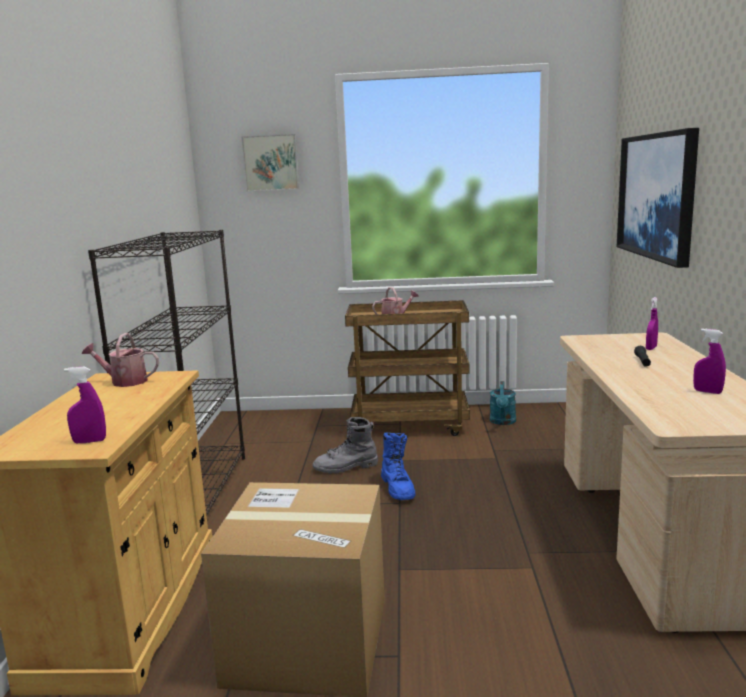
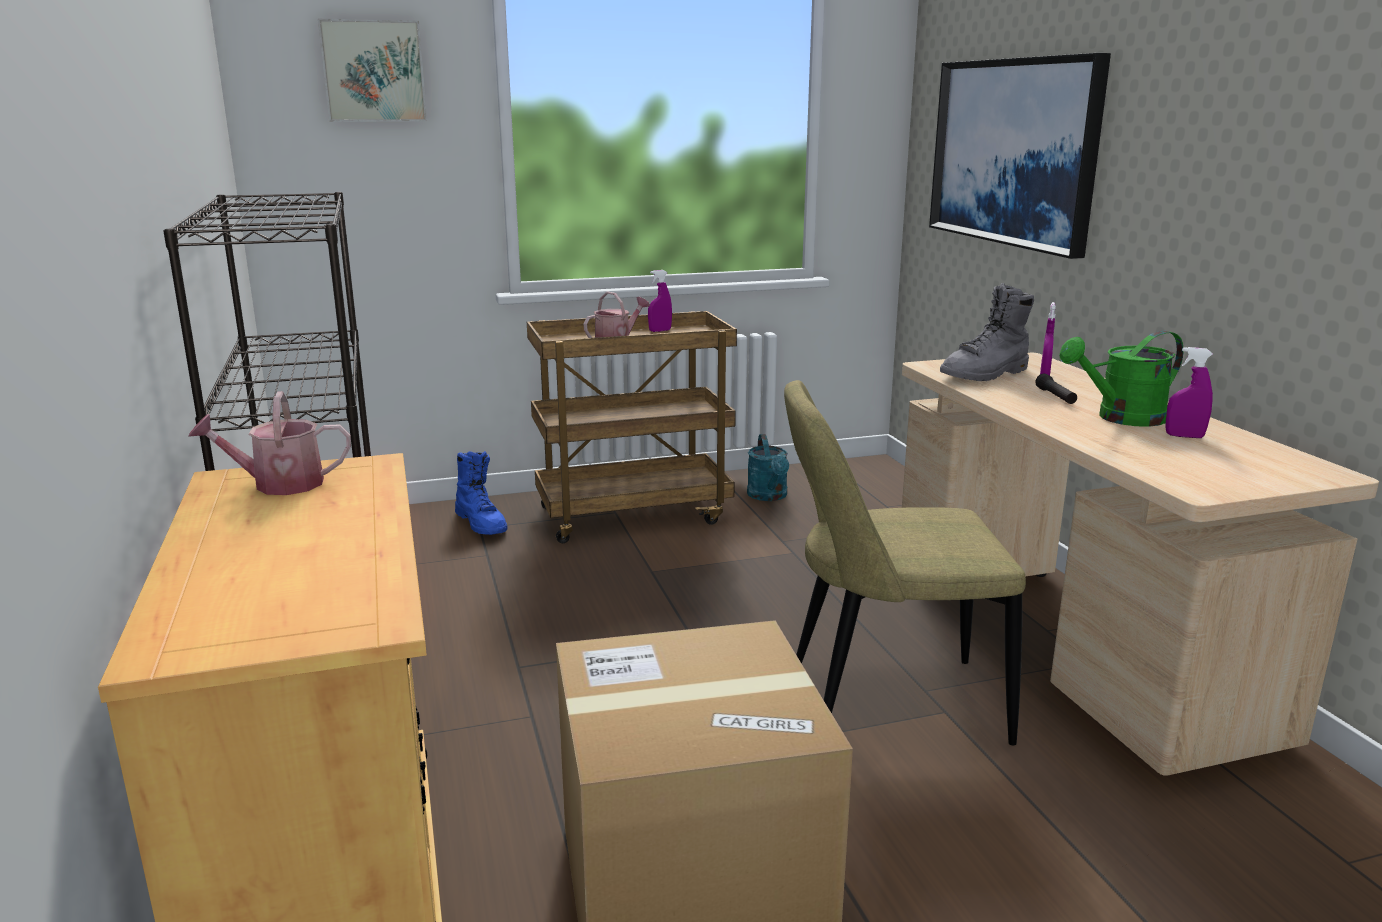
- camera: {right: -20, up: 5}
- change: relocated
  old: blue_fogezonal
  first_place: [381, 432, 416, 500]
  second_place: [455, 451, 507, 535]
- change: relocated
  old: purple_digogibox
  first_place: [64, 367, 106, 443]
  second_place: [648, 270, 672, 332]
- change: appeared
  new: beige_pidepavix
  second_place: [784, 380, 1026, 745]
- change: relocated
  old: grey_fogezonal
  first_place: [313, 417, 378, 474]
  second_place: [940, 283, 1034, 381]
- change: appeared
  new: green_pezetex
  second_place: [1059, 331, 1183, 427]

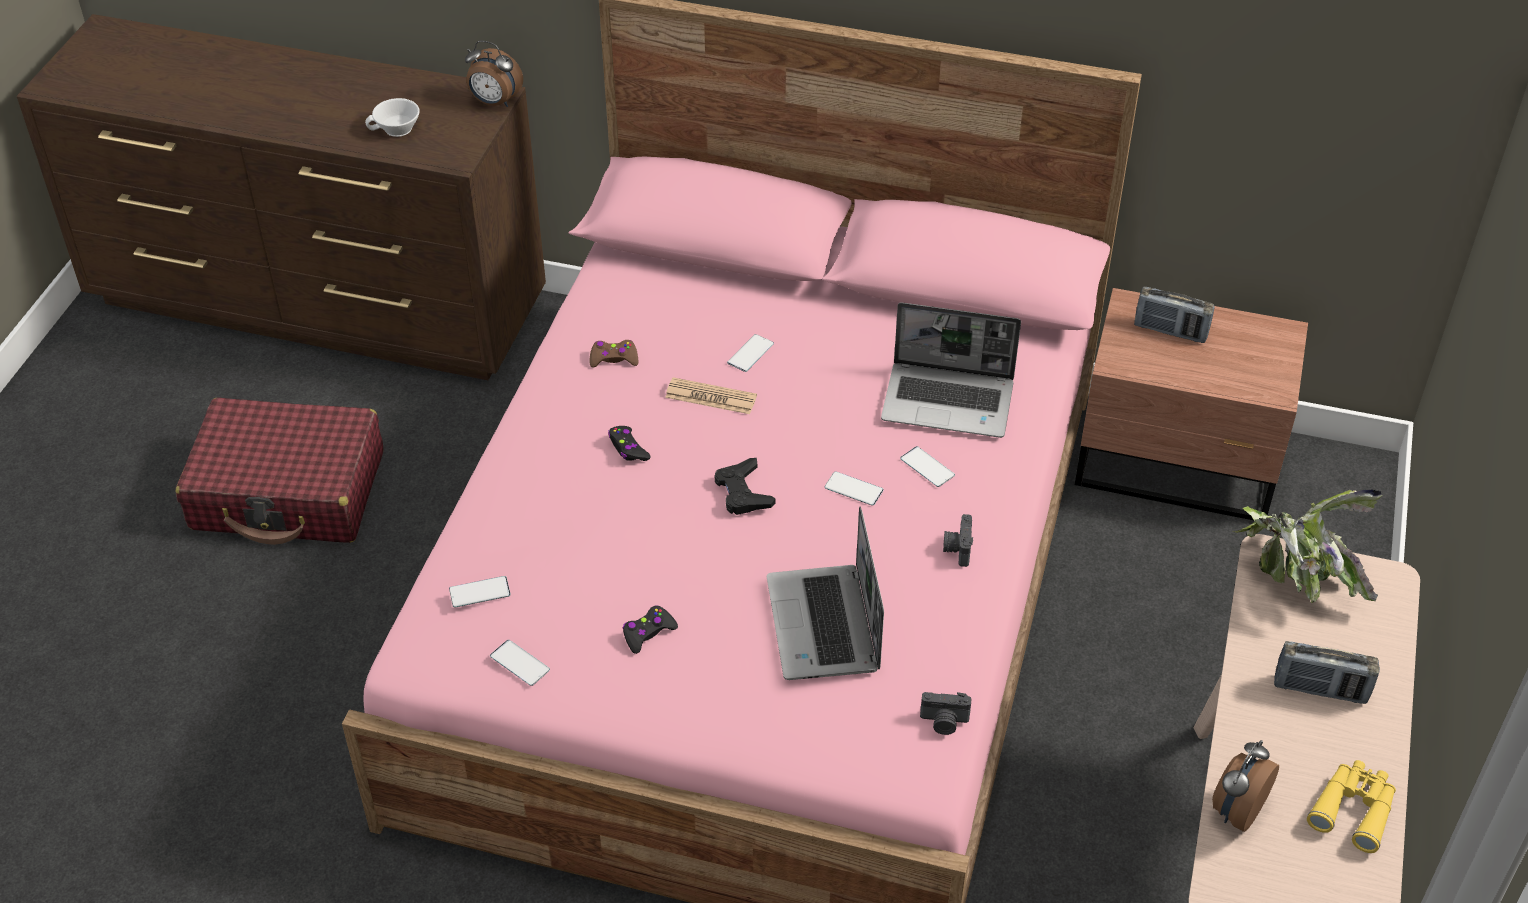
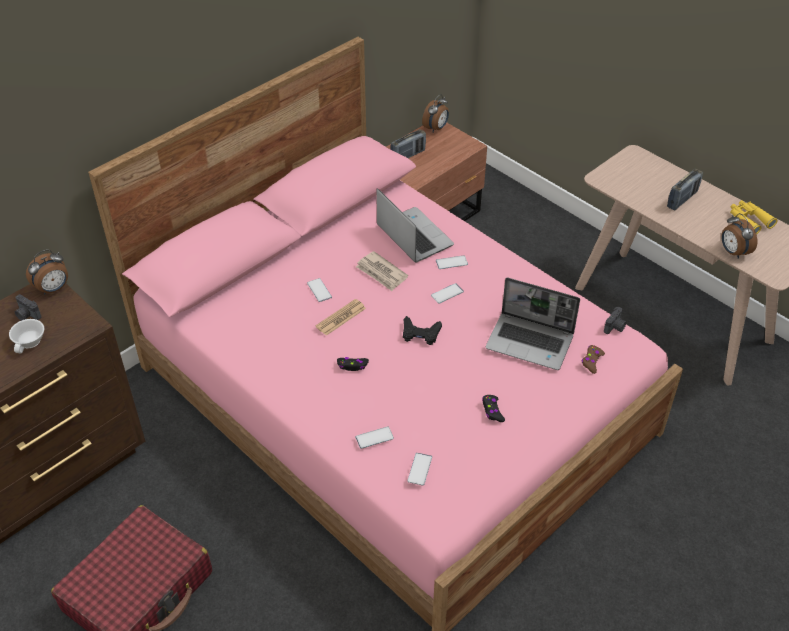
- camera: {right: -60, up: 0}
- change: relocated
  old: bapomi
  first_place: [943, 514, 973, 567]
  second_place: [15, 294, 41, 321]
- change: relocated
  old: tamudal
  first_place: [490, 640, 550, 686]
  second_place: [355, 426, 394, 449]
- change: appeared
  new: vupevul
  second_place: [356, 251, 408, 291]
- change: spun
  old: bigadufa
  first_place: [881, 303, 1021, 438]
  second_place: [376, 188, 454, 262]
  degrees: -75
- change: appeared
  new: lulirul
  second_place: [422, 94, 449, 133]
- change: relocated
  old: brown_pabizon
  first_place: [589, 340, 638, 368]
  second_place: [582, 345, 605, 374]
- change: missing
  old: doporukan
  first_place: [1232, 489, 1383, 603]

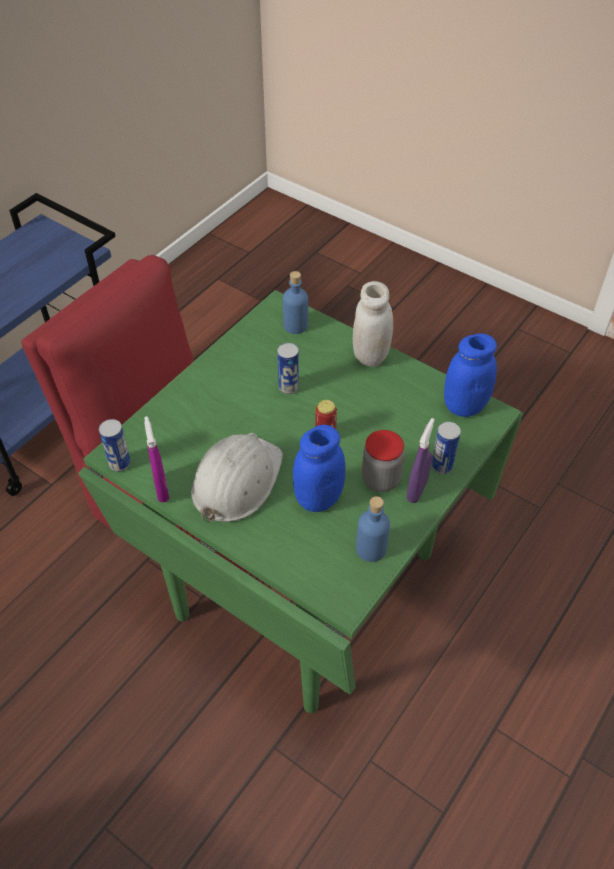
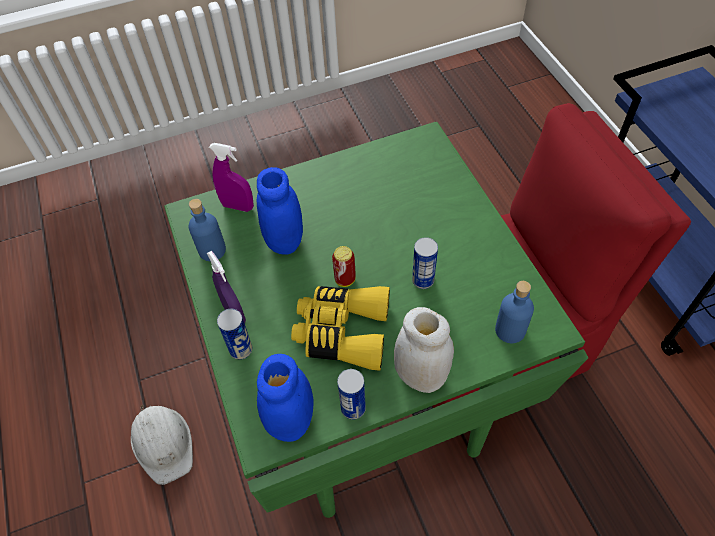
- camera: {right: 125, up: 5}
- change: relocated
  old: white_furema
  first_place: [191, 433, 283, 522]
  second_place: [131, 405, 193, 485]
- change: relocated
  old: purple_digogibox
  first_place: [144, 416, 170, 502]
  second_place: [209, 143, 254, 212]
- change: appeared
  new: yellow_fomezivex
  second_place: [291, 286, 390, 371]
- change: relocated
  old: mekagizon
  first_place: [99, 419, 131, 472]
  second_place: [337, 369, 366, 420]
- change: missing
  old: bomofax
  first_place: [362, 430, 405, 492]

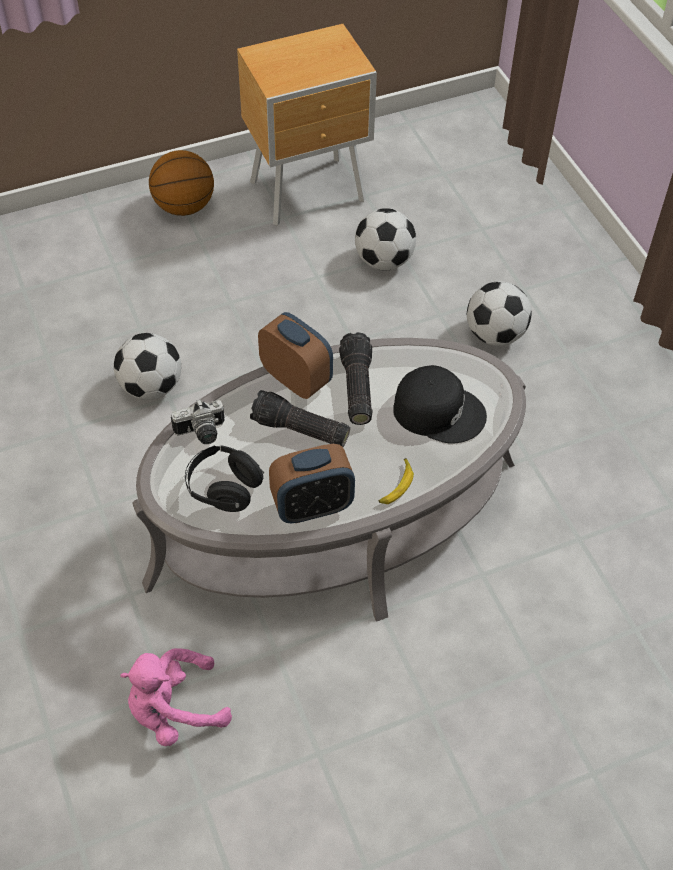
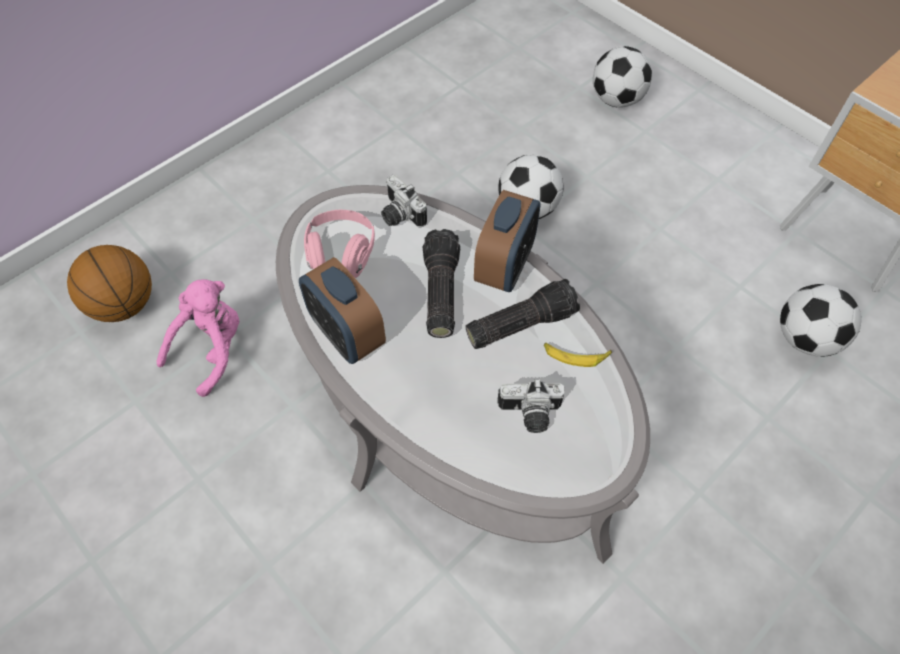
- camera: {right: 70, up: 5}
- change: relocated
  old: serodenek
  first_place: [149, 150, 214, 216]
  second_place: [67, 245, 152, 322]
- change: spun
  old: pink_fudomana
  first_place: [120, 648, 232, 746]
  second_place: [156, 279, 239, 397]
  degrees: 75
- change: colour
  old: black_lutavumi
  new: pink_lutavumi
  first_place: [185, 445, 264, 512]
  second_place: [304, 210, 375, 278]
- change: exchanged
  old: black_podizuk
  new: bapomi
  first_place: [393, 365, 487, 444]
  second_place: [497, 379, 565, 433]
- change: relocated
  old: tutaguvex
  first_place: [378, 458, 414, 504]
  second_place: [544, 343, 612, 367]
- change: relocated
  old: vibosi
  first_place: [467, 281, 532, 346]
  second_place: [593, 46, 652, 108]

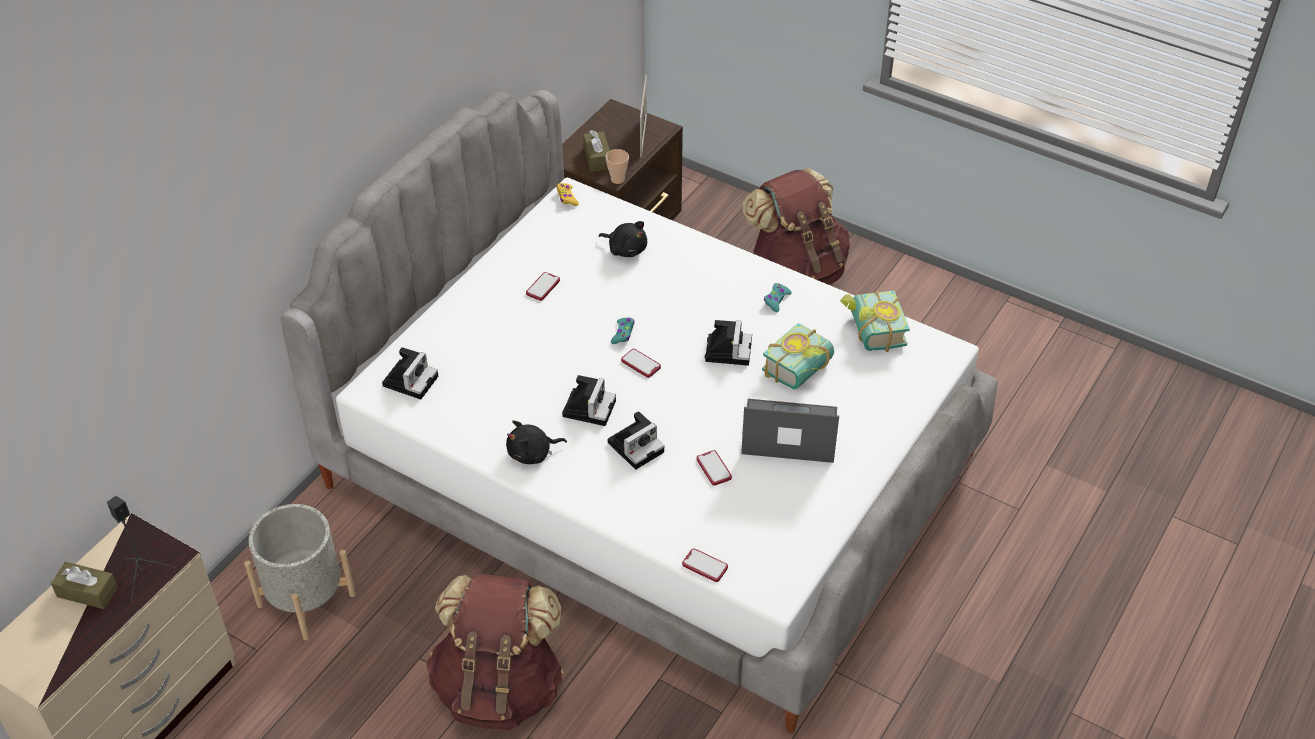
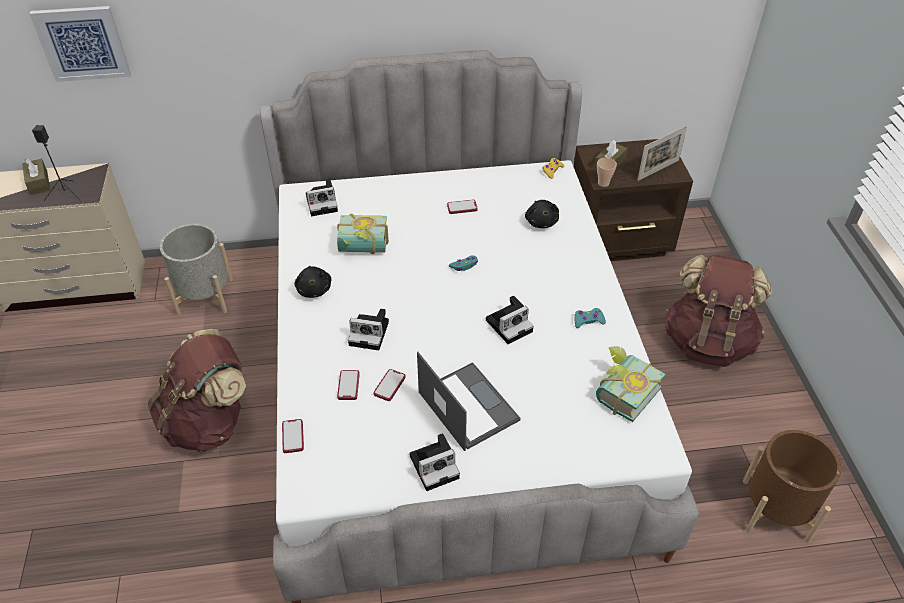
- camera: {right: 50, up: 0}
- change: appeared
  new: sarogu
  second_place: [29, 6, 131, 82]
- change: spun
  old: black_fudomana
  first_place: [506, 420, 567, 464]
  second_place: [294, 266, 331, 298]
  degrees: -135
- change: relocated
  old: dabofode
  first_place: [762, 323, 834, 390]
  second_place: [337, 213, 389, 254]
- change: relocated
  old: tamudal
  first_place: [621, 349, 661, 378]
  second_place: [337, 370, 360, 400]
- change: relocated
  old: bapomi
  first_place: [562, 375, 616, 426]
  second_place: [409, 433, 460, 491]
- change: appeared
  new: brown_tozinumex
  second_place: [743, 430, 841, 543]

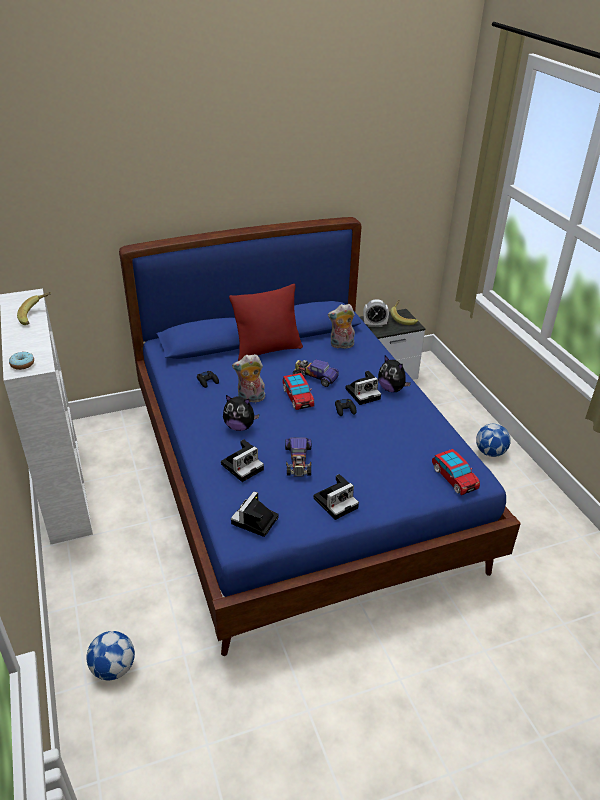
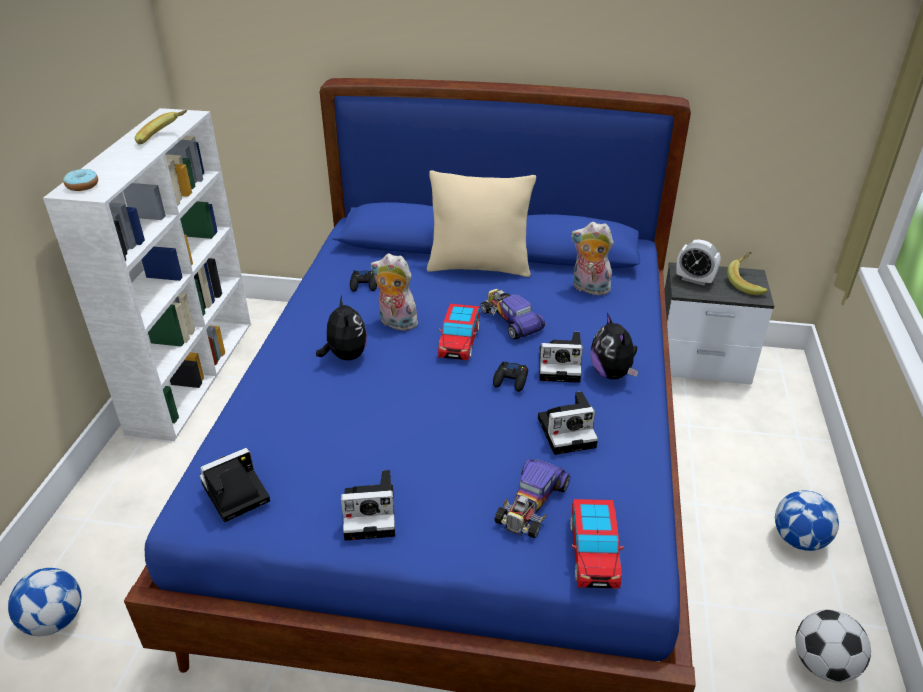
- camera: {right: 30, up: 0}
- change: spun
  old: fudomana
  first_place: [223, 395, 259, 431]
  second_place: [316, 295, 367, 360]
  degrees: -150
- change: colour
  old: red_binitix
  new: beige_binitix
  first_place: [229, 284, 303, 361]
  second_place: [427, 170, 536, 277]
- change: relocated
  old: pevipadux
  first_place: [285, 438, 311, 477]
  second_place: [494, 459, 570, 538]
- change: relocated
  old: bapomi
  first_place: [221, 439, 264, 482]
  second_place: [538, 391, 598, 455]
- change: appeared
  new: vibosi
  second_place: [795, 609, 871, 683]

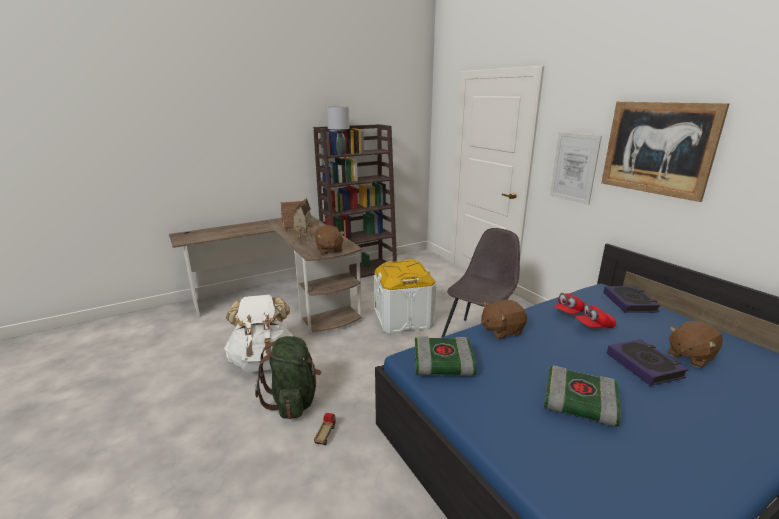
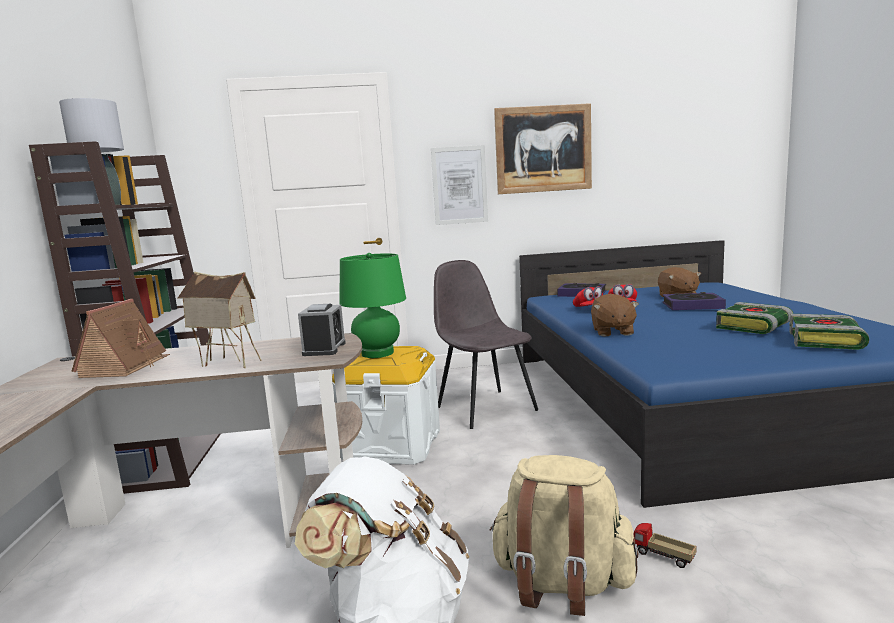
- camera: {right: -65, up: -10}
- change: exchanged
  old: brown_fudomana
  new: lulirul
  first_place: [315, 225, 344, 254]
  second_place: [298, 304, 346, 356]
- change: appeared
  new: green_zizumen
  second_place: [339, 253, 406, 358]
- change: colour
  old: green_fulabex
  new: beige_fulabex
  first_place: [255, 336, 321, 419]
  second_place: [489, 455, 638, 616]
- change: relocated
  old: dabofode
  first_place: [415, 336, 476, 376]
  second_place: [789, 314, 869, 350]

